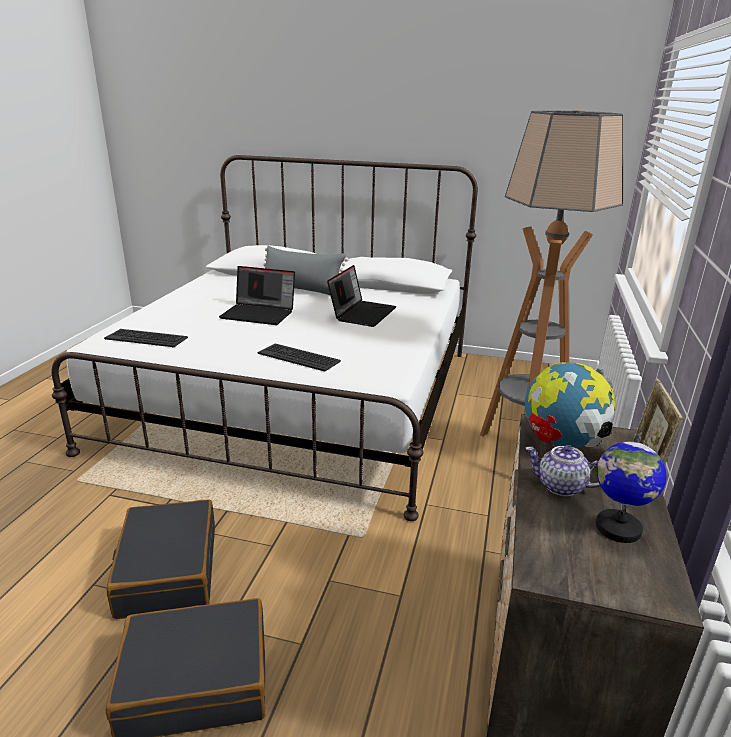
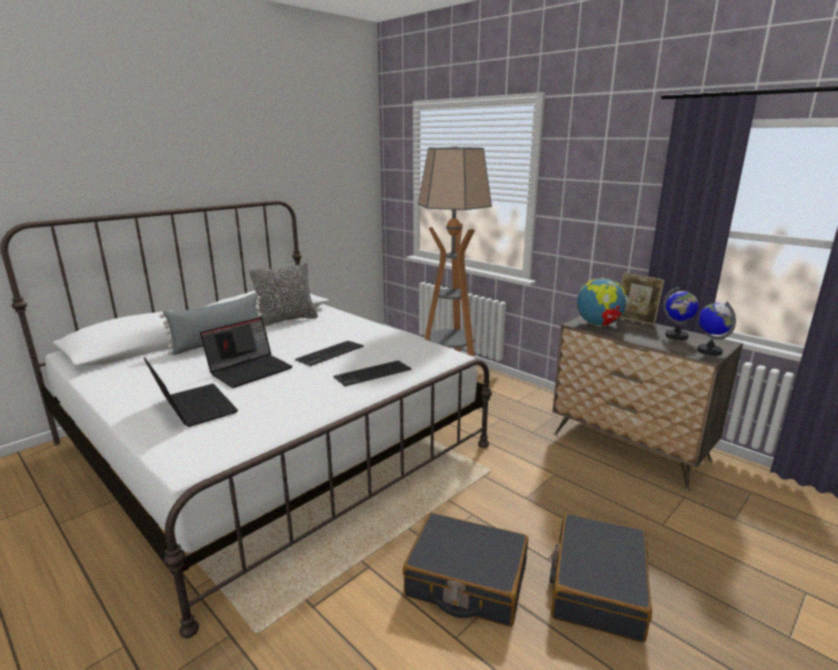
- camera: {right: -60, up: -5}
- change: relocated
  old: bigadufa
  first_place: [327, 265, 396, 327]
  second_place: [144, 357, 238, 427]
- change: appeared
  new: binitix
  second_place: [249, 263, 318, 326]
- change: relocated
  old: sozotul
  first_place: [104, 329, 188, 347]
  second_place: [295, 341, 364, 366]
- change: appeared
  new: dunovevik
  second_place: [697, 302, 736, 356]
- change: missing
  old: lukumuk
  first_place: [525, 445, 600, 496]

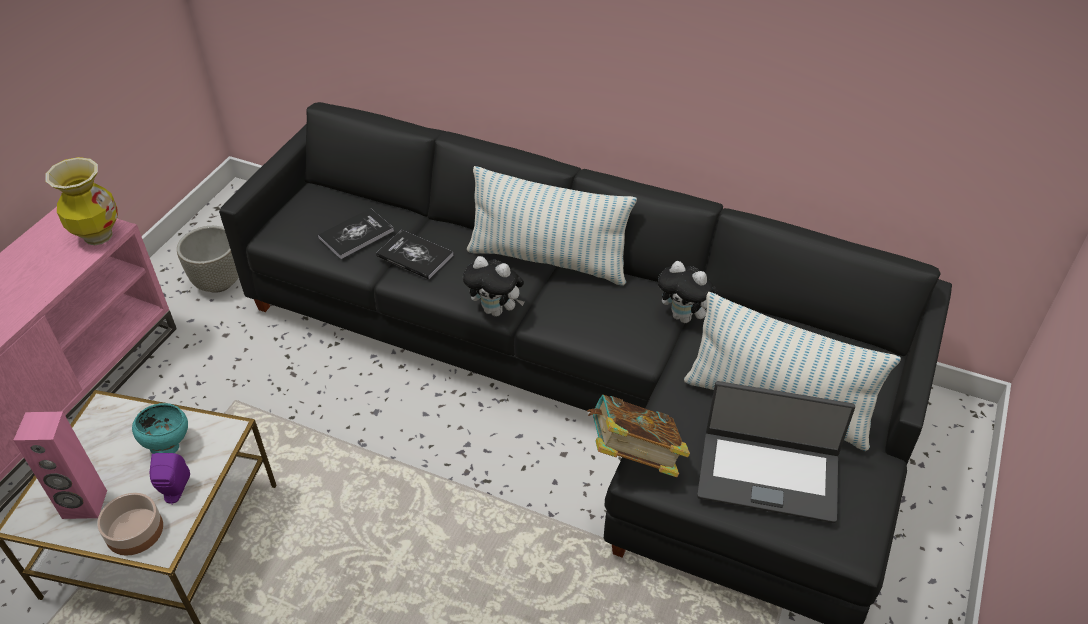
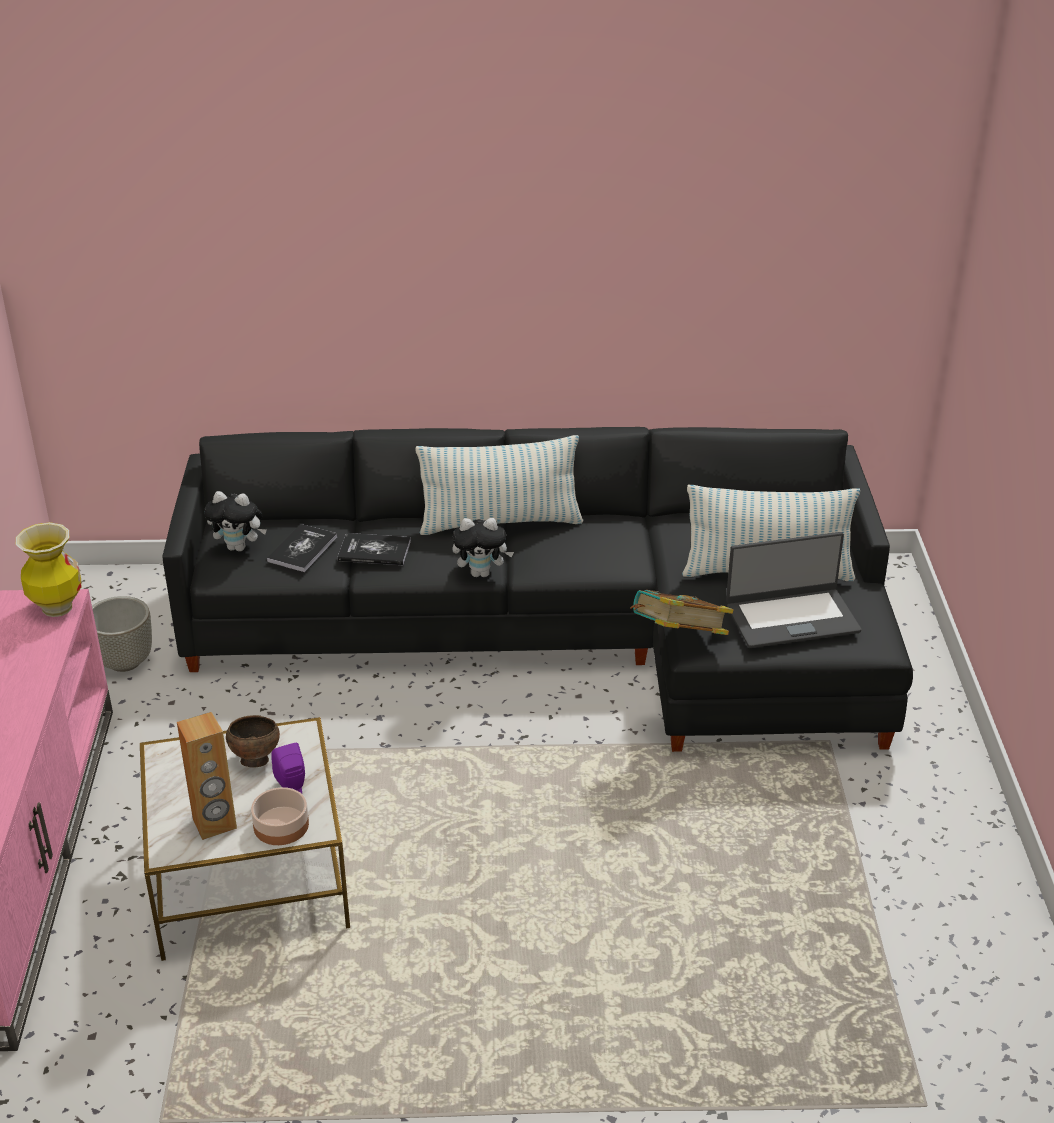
- camera: {right: -25, up: -10}
- change: colour
  old: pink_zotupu
  new: brown_zotupu
  first_place: [13, 412, 107, 519]
  second_place: [177, 712, 237, 840]
- change: relocated
  old: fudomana
  first_place: [658, 261, 718, 323]
  second_place: [204, 491, 267, 552]
- change: colour
  old: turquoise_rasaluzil
  new: brown_rasaluzil
  first_place: [132, 403, 188, 454]
  second_place: [226, 715, 280, 768]

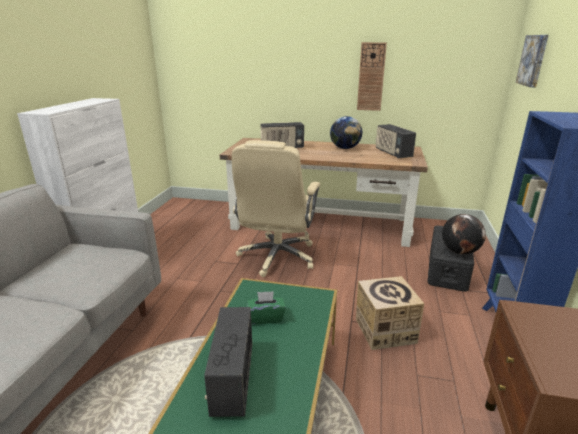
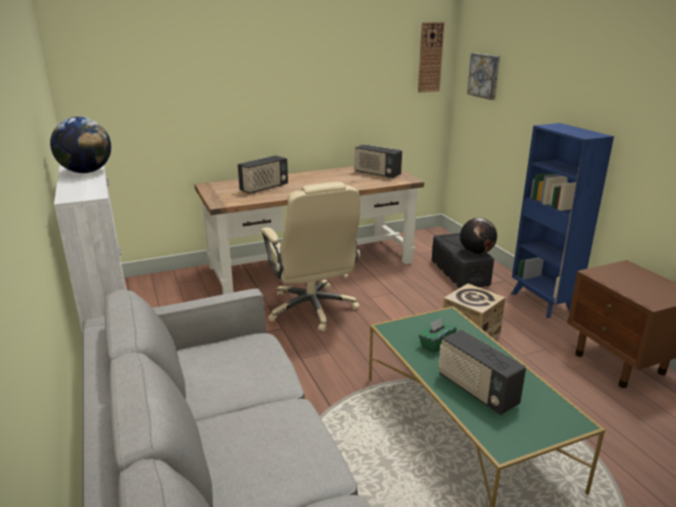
- camera: {right: -35, up: 0}
- change: relocated
  old: dunovevik
  first_place: [330, 116, 362, 149]
  second_place: [50, 117, 111, 173]
- change: relocated
  old: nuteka
  first_place: [357, 42, 387, 111]
  second_place: [418, 22, 445, 93]

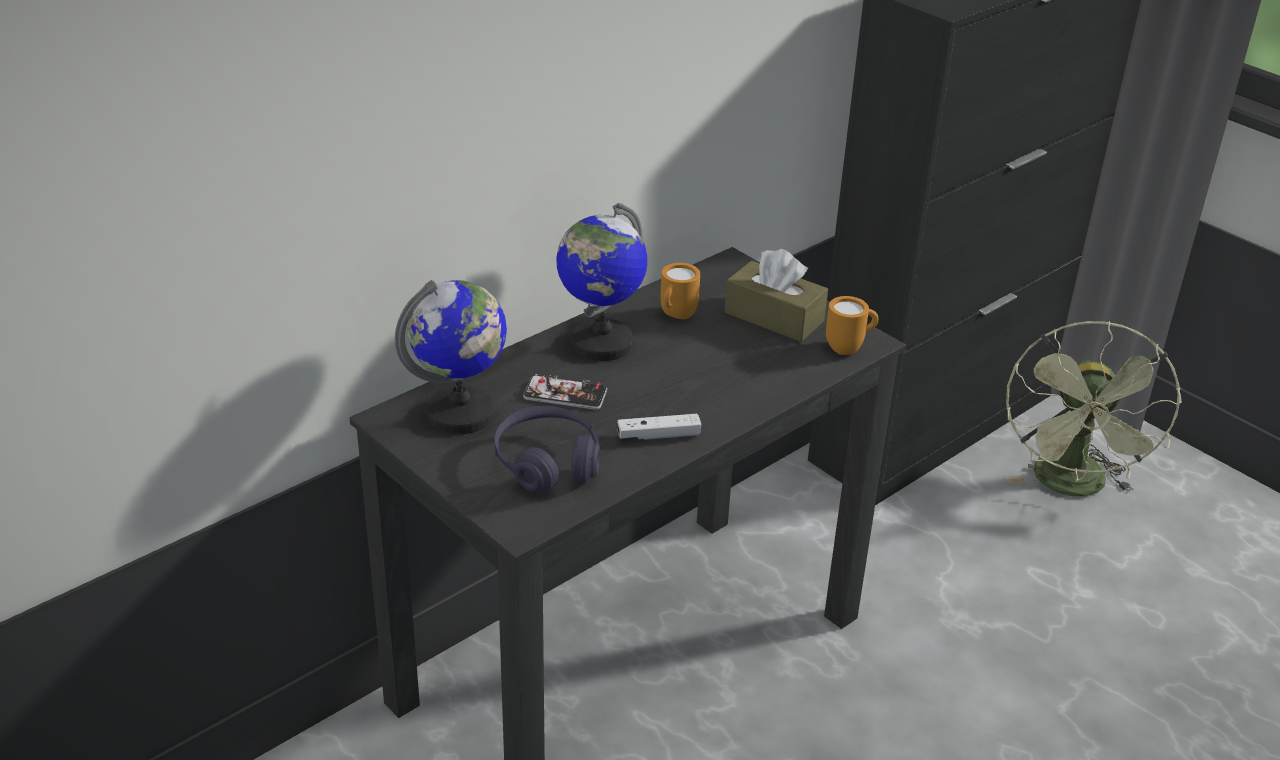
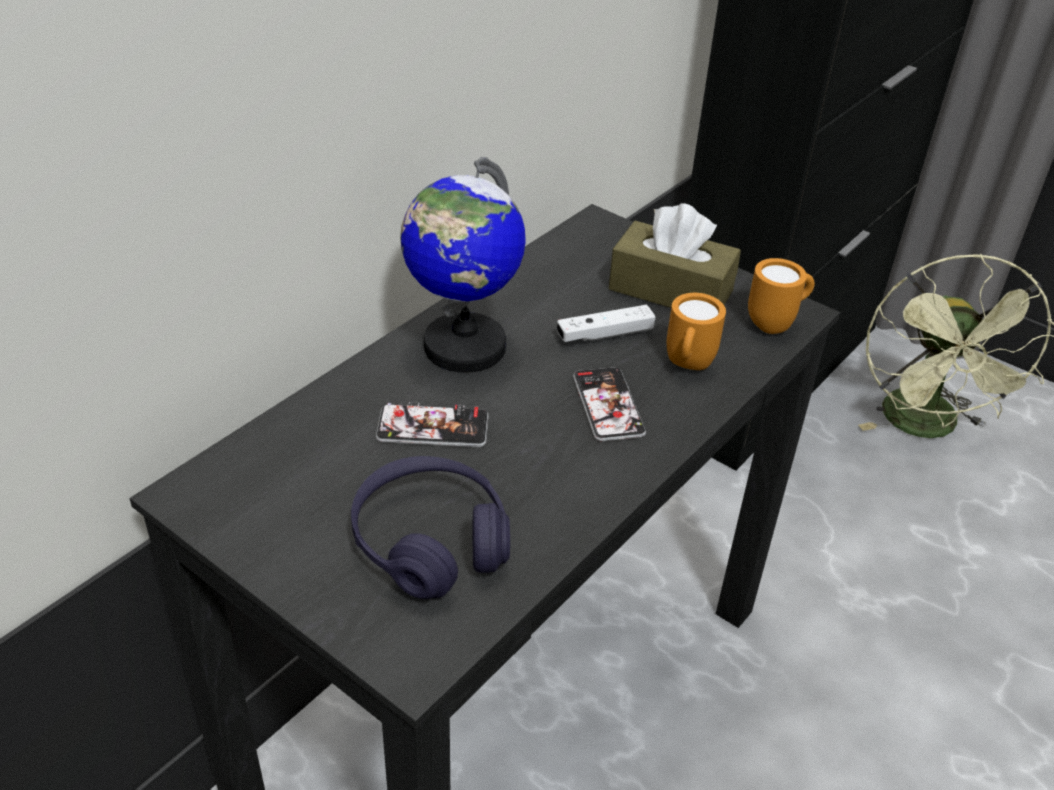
- camera: {right: -10, up: 5}
- change: relocated
  old: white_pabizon
  first_place: [617, 414, 701, 440]
  second_place: [557, 305, 656, 342]
- change: appeared
  new: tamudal
  second_place: [573, 368, 646, 441]
- change: relocated
  old: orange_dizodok
  first_place: [661, 263, 700, 319]
  second_place: [667, 293, 726, 370]
- change: missing
  old: dunovevik
  first_place: [395, 280, 507, 434]

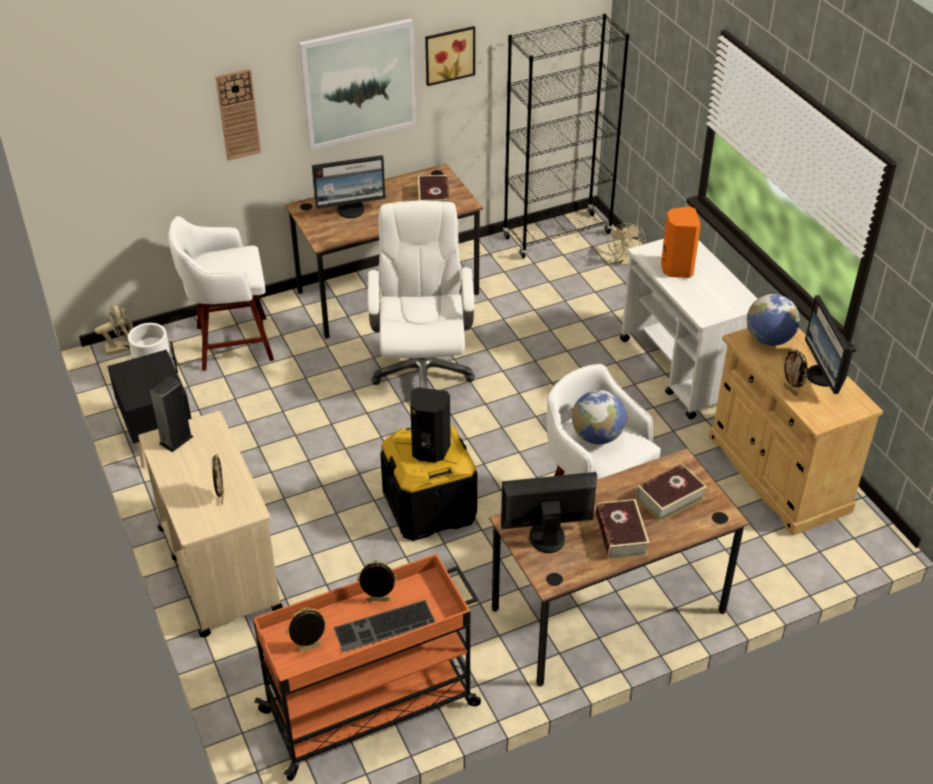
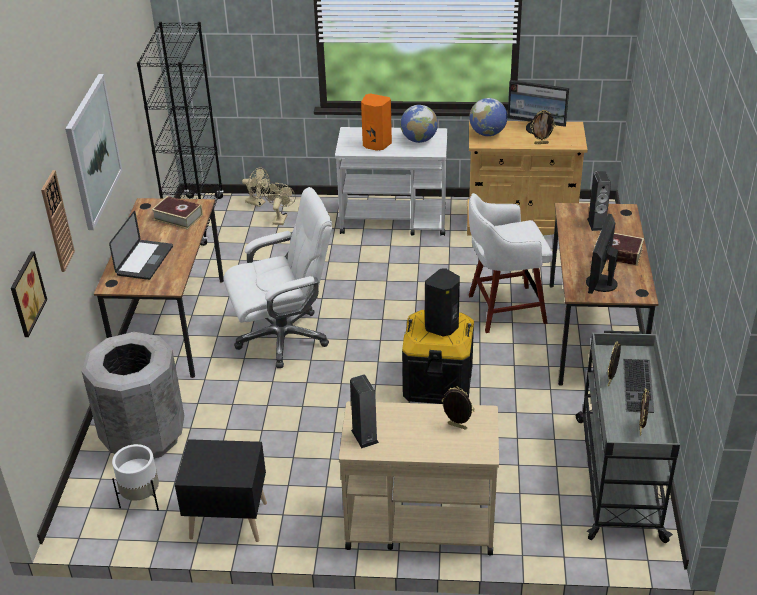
- camera: {right: -60, up: -5}
- change: relocated
  old: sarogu
  first_place: [425, 26, 475, 86]
  second_place: [11, 251, 47, 337]
- change: exchanged
  old: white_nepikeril
  new: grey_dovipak
  first_place: [168, 216, 274, 371]
  second_place: [82, 332, 184, 459]
- change: exchanged
  old: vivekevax
  new: bigadufa
  first_place: [312, 155, 386, 218]
  second_place: [109, 211, 173, 280]
- change: spun
  old: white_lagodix
  first_place: [368, 201, 475, 389]
  second_place: [223, 187, 332, 368]
  degrees: 135
- change: relocated
  old: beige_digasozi
  first_place: [95, 303, 133, 355]
  second_place: [264, 183, 296, 225]
- change: relocated
  old: dunovevik
  first_place: [572, 390, 627, 444]
  second_place: [400, 105, 438, 143]
- change: colour
  old: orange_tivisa
  new: grey_tivisa
  first_place: [253, 553, 481, 781]
  second_place: [576, 331, 680, 543]
- change: exchanged
  old: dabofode
  new: zotupu
  first_place: [636, 464, 707, 522]
  second_place: [587, 171, 611, 231]

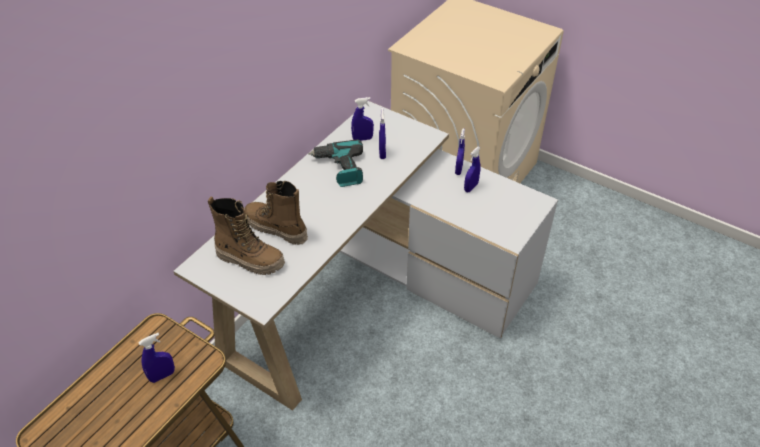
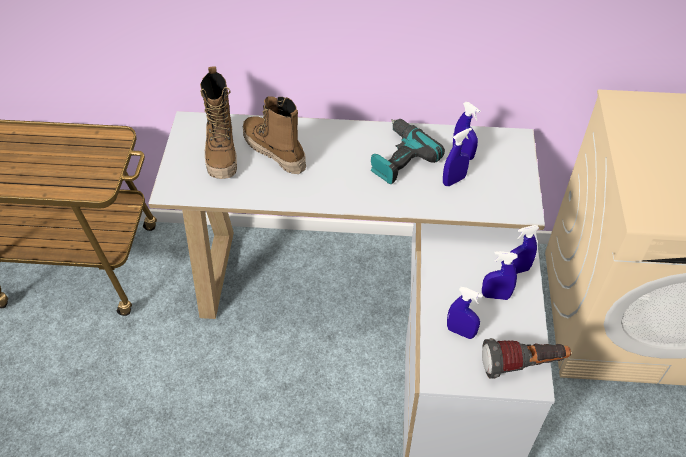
- camera: {right: 60, up: 5}
- change: spun
  old: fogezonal
  first_place: [244, 181, 308, 245]
  second_place: [243, 96, 306, 174]
  degrees: -45
- change: relocated
  old: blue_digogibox
  first_place: [138, 333, 175, 383]
  second_place: [447, 287, 483, 339]
- change: appeared
  new: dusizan
  second_place: [482, 338, 571, 379]

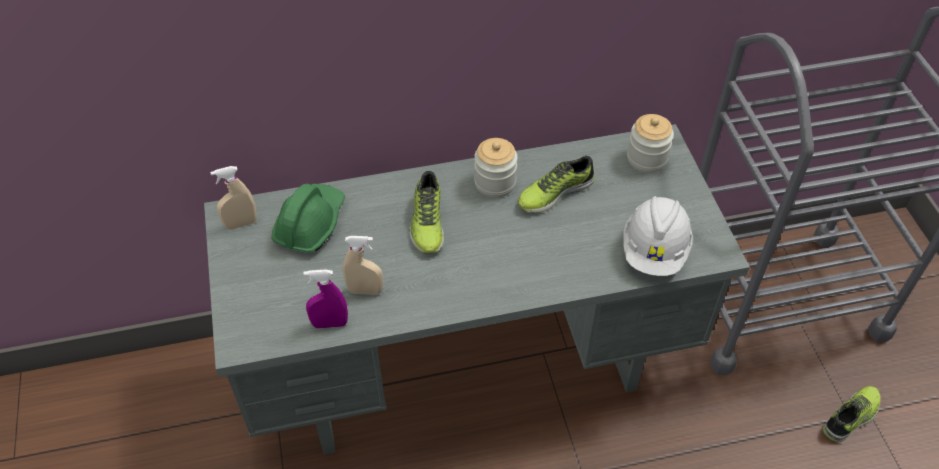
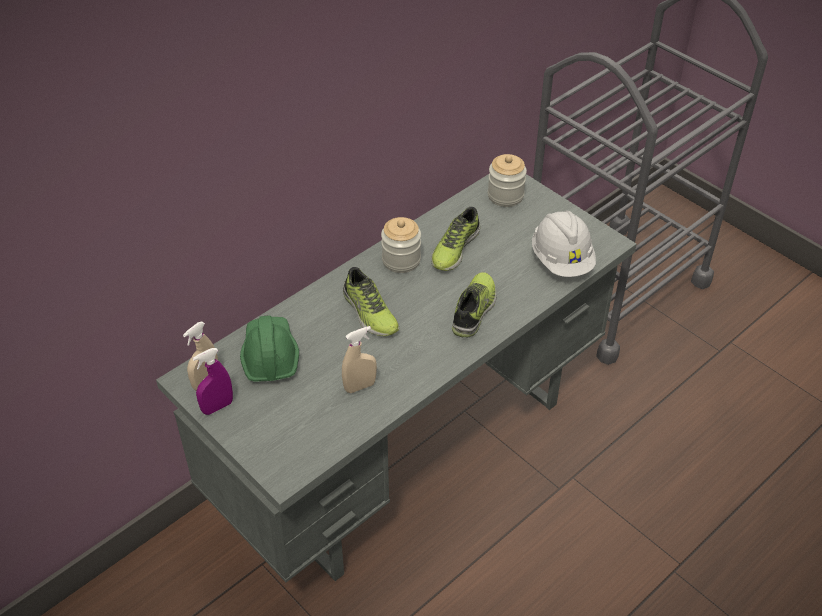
- camera: {right: -30, up: -5}
- change: relocated
  old: purple_digogibox
  first_place: [303, 269, 348, 328]
  second_place: [193, 348, 233, 415]
- change: relocated
  old: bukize
  first_place: [823, 386, 881, 442]
  second_place: [452, 272, 496, 338]

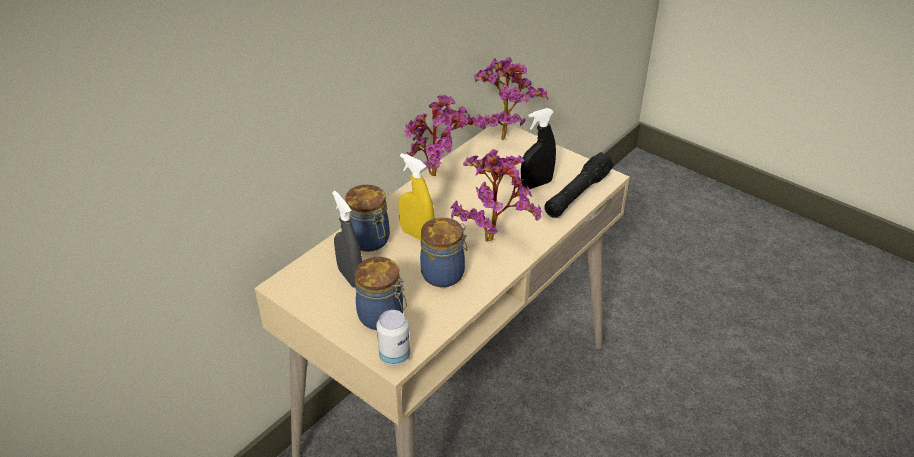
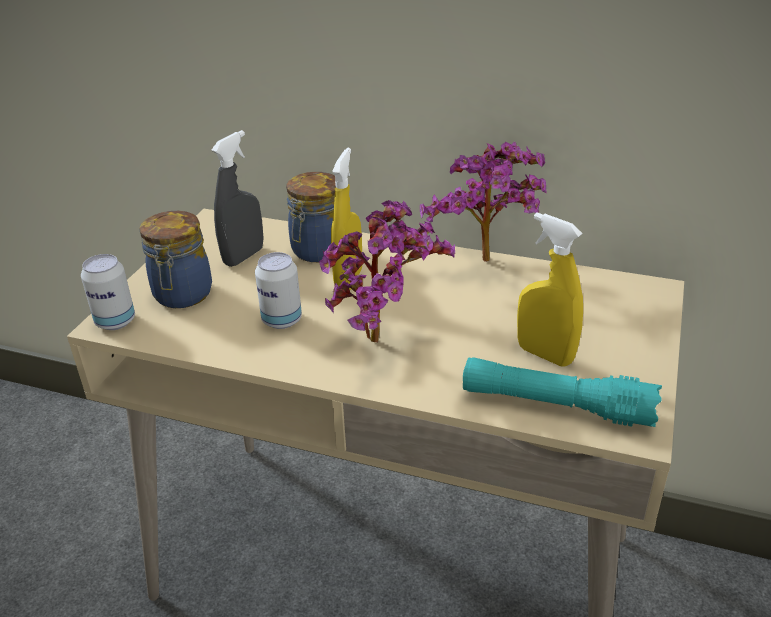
- camera: {right: 70, up: -5}
- change: exchanged
  old: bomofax
  new: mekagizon
  first_place: [420, 217, 467, 287]
  second_place: [255, 252, 302, 329]
- change: colour
  old: black_dusizan
  new: turquoise_dusizan
  first_place: [544, 152, 614, 218]
  second_place: [463, 357, 662, 427]
- change: colour
  old: black_digogibox
  new: yellow_digogibox
  first_place: [521, 108, 556, 189]
  second_place: [517, 212, 583, 367]
- change: missing
  old: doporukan
  first_place: [474, 57, 548, 141]

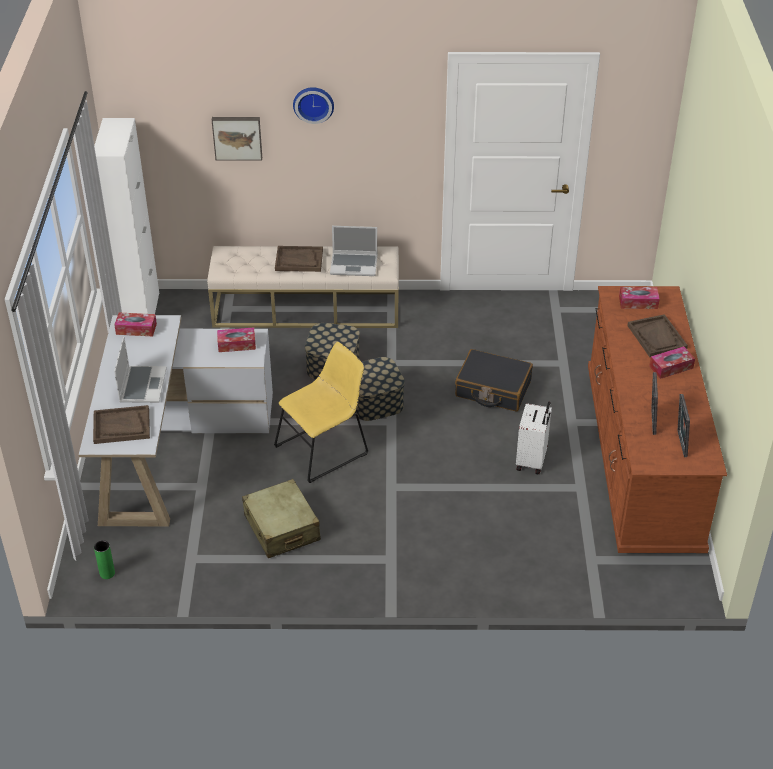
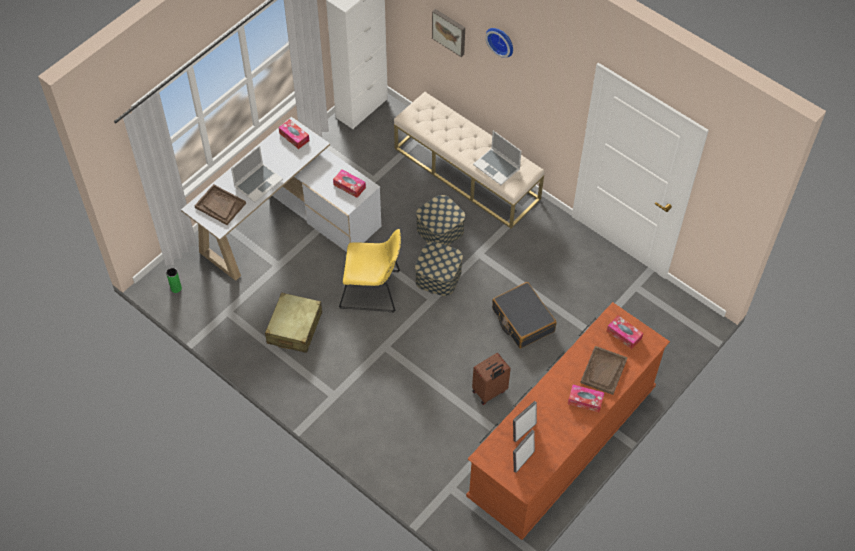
- camera: {right: 40, up: 15}
- change: colour
  old: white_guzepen
  new: brown_guzepen
  first_place: [516, 401, 552, 475]
  second_place: [472, 353, 511, 405]
- change: missing
  old: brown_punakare
  first_place: [275, 246, 323, 272]

